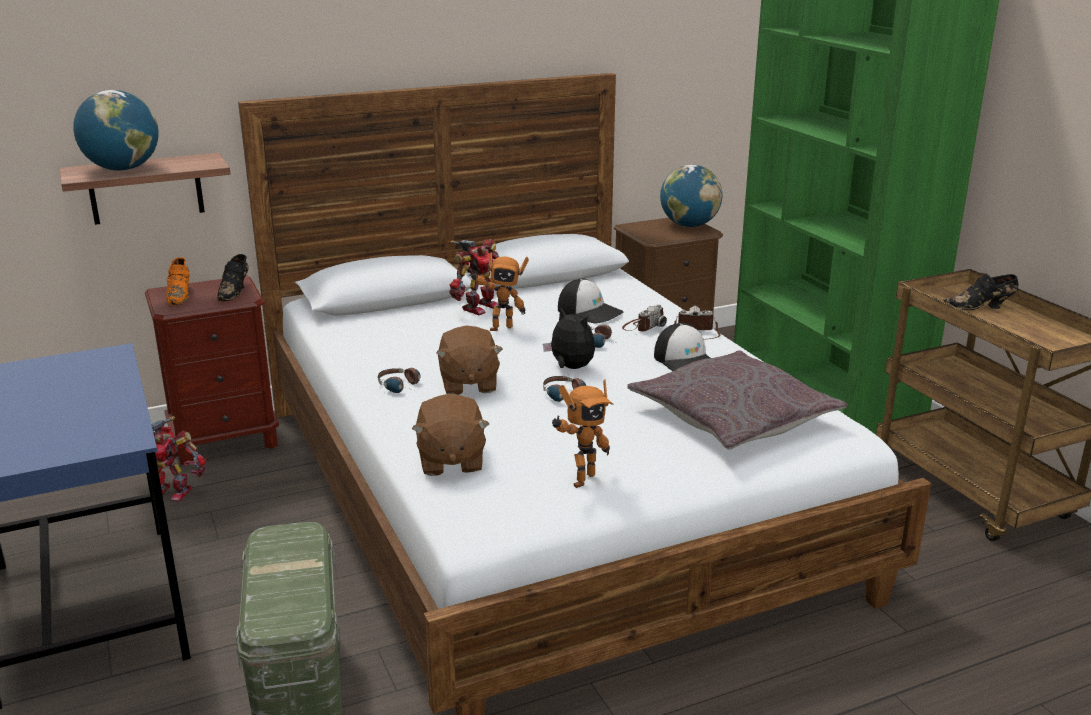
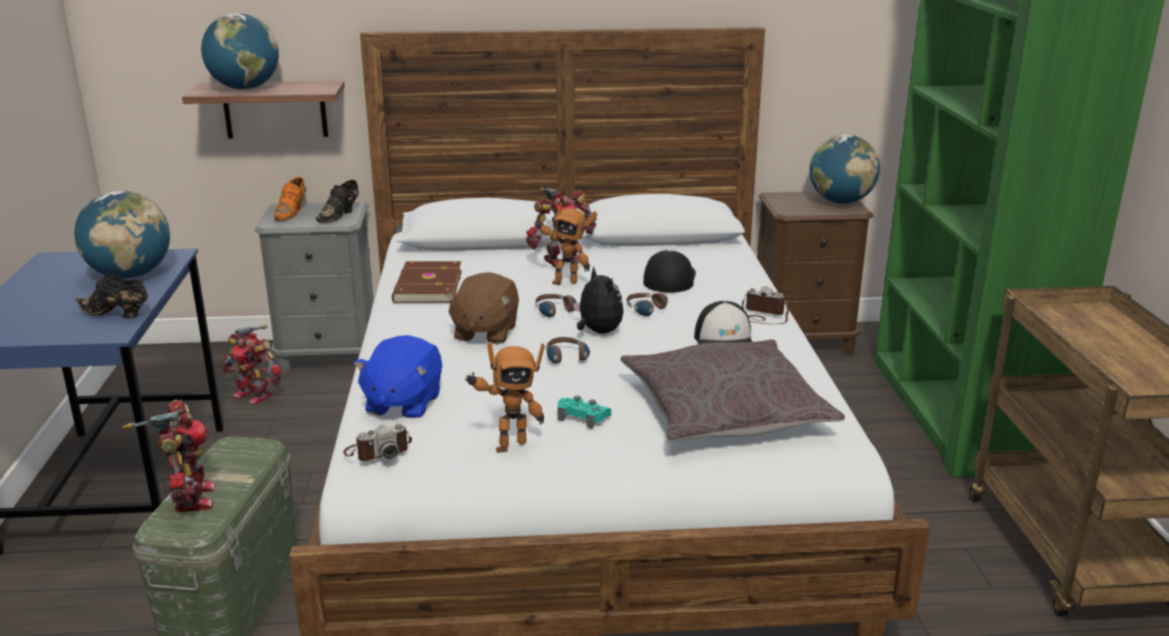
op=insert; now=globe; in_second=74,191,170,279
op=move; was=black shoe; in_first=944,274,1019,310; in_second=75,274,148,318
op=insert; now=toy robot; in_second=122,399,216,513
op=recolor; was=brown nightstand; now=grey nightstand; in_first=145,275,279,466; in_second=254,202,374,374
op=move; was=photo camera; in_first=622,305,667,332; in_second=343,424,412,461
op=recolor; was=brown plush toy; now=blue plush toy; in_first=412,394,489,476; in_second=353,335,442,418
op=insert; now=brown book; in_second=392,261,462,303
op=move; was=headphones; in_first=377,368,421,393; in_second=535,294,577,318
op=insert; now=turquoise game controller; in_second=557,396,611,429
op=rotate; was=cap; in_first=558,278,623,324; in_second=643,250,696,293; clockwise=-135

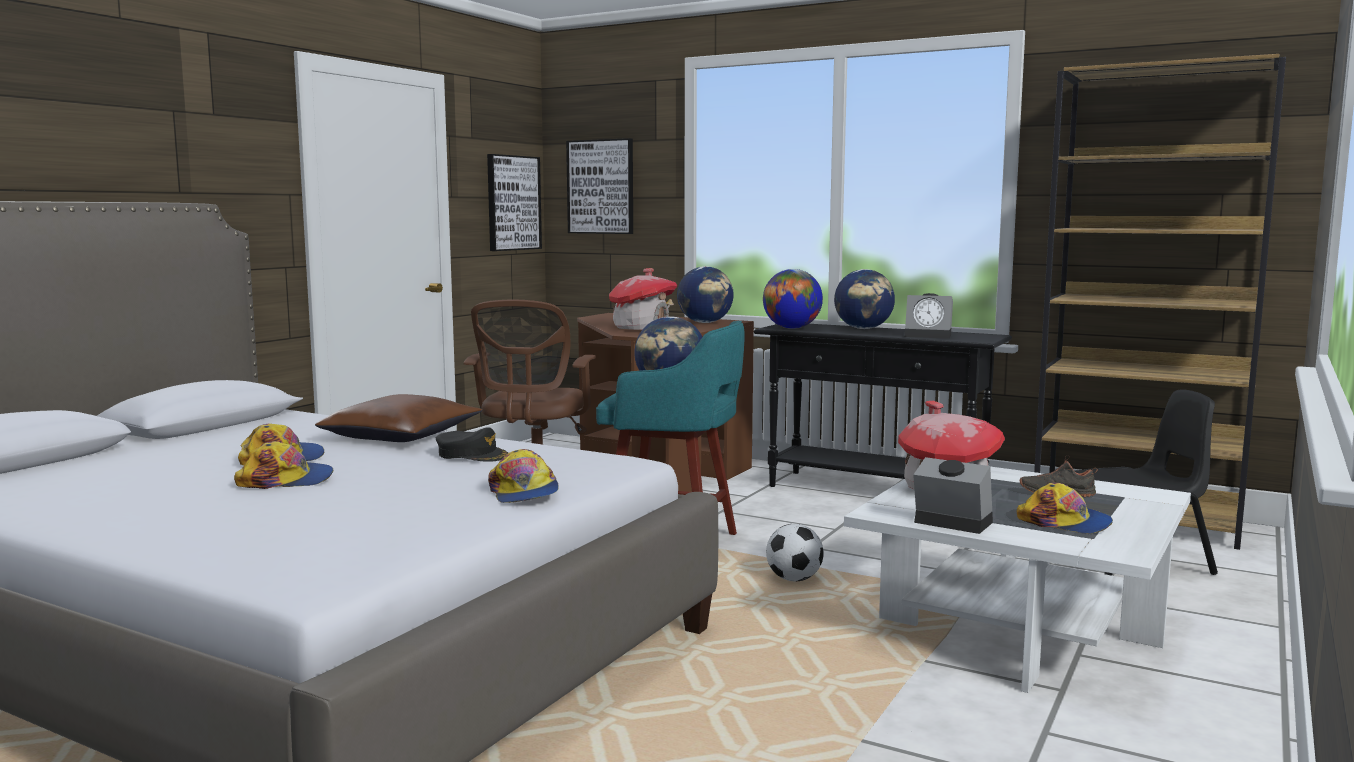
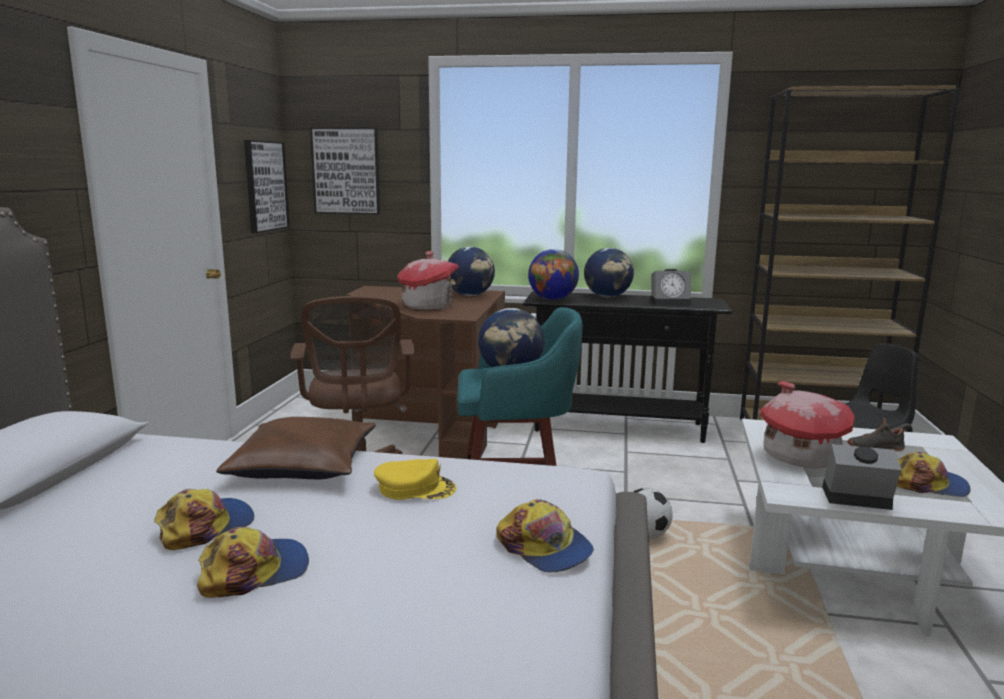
op=recolor; was=black cap; now=yellow cap; in_first=436,427,508,462; in_second=374,459,456,500

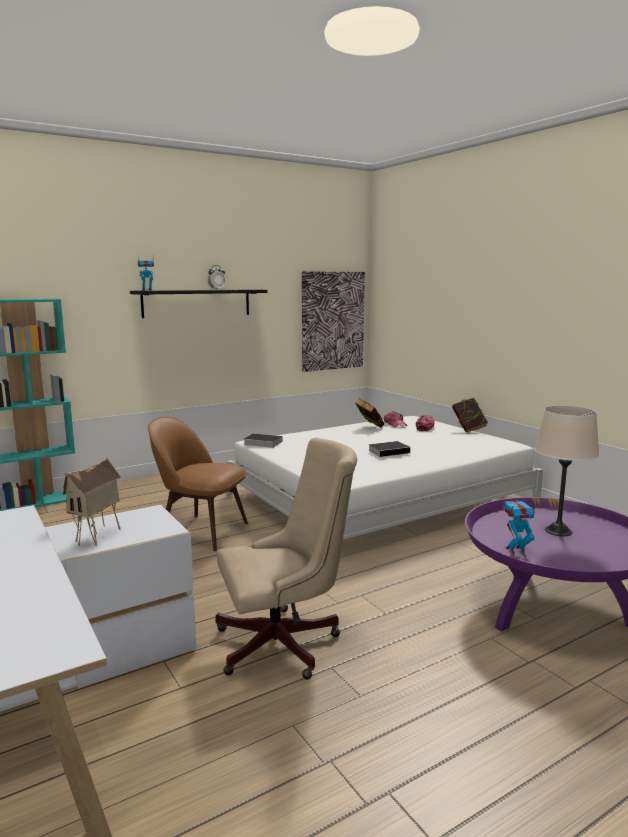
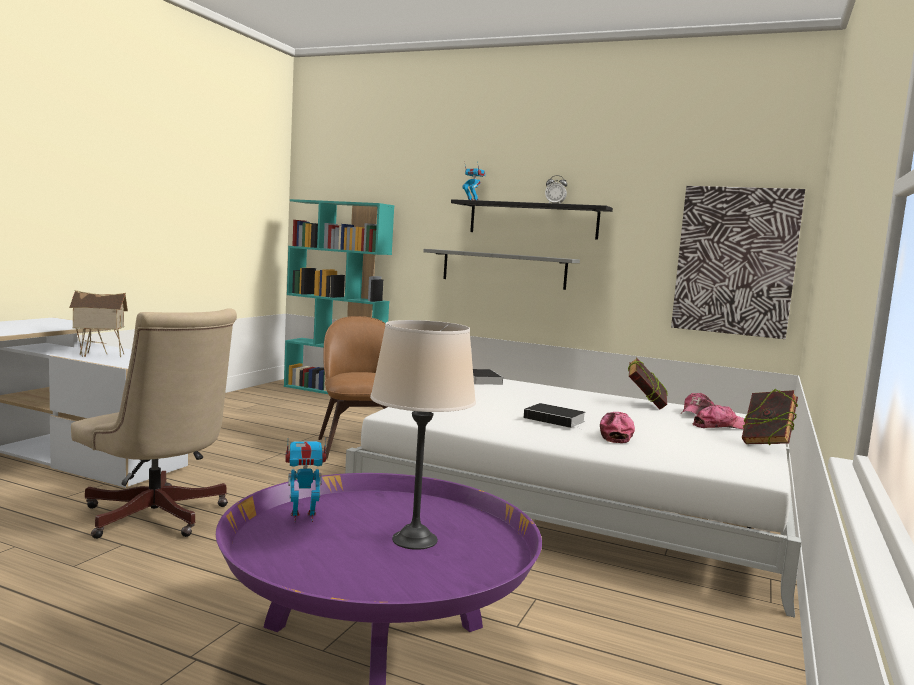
op=rotate; was=toy robot; in_first=502,500,538,554; in_second=285,437,326,523; clockwise=-60
op=insert; now=grey shelf; in_second=423,249,580,290
op=insert; now=cap; in_second=600,412,635,443

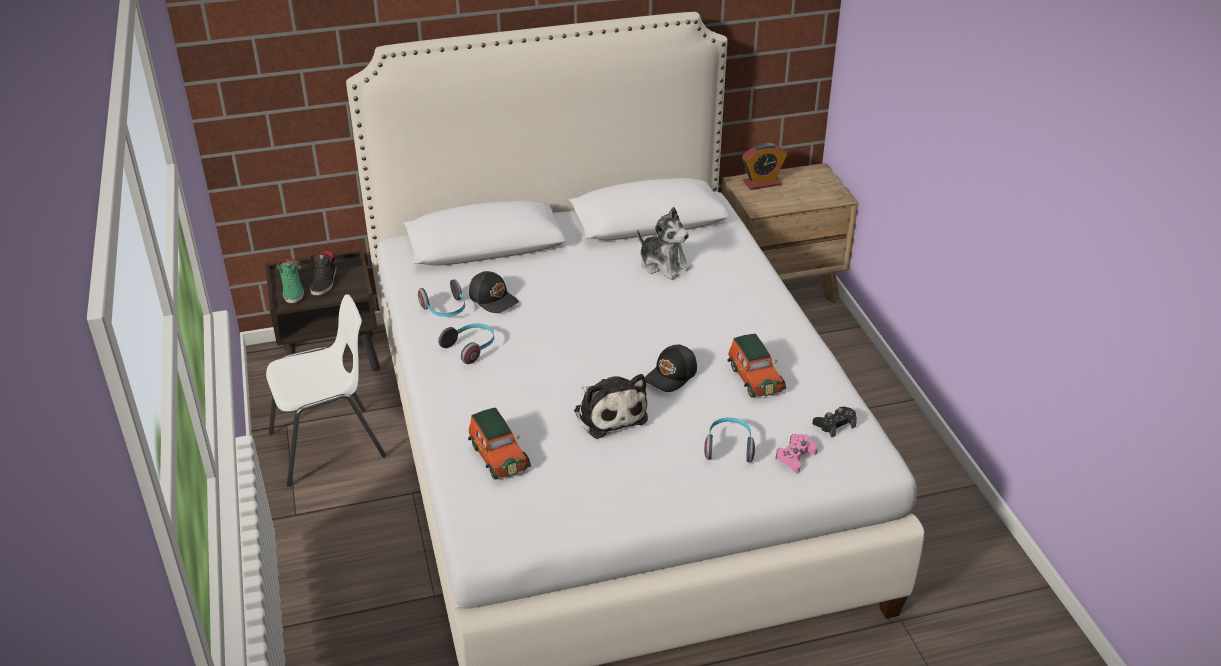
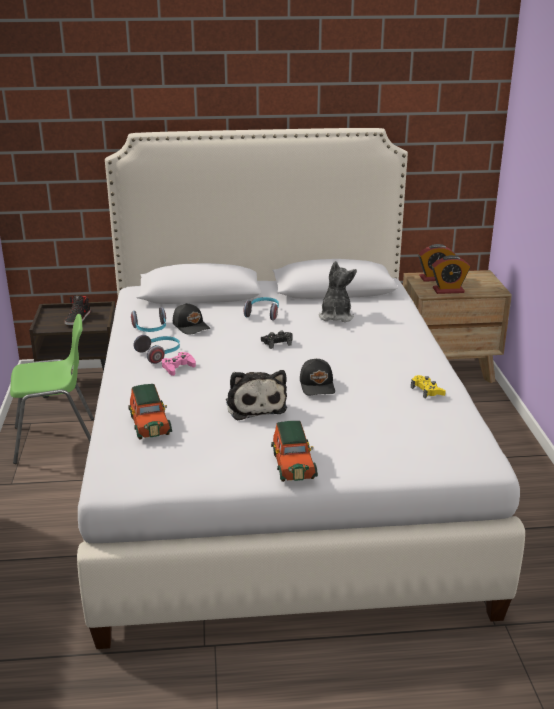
op=recolor; was=white chair; now=green chair; in_first=266,294,386,487; in_second=10,314,94,464
op=move; was=pink game controller; in_first=776,433,818,473; in_second=162,352,196,376
op=move; was=headphones; in_first=704,417,755,463; in_second=243,297,279,320
op=move; was=black game controller; in_first=812,406,857,437; in_second=261,331,293,349
op=move; was=toy car; in_first=728,334,786,398; in_second=271,421,318,482
op=rotate; was=black cap; in_first=645,345,697,392; in_second=300,358,335,396; clockwise=-60
op=rotate; was=plush toy; in_first=637,207,692,280; in_second=318,261,357,322; clockwise=-135
op=insert; now=yellow game controller; in_second=411,375,446,399
op=insert; now=alarm clock; in_second=432,255,470,294
op=delete; was=green shoe; in_first=276,259,304,303

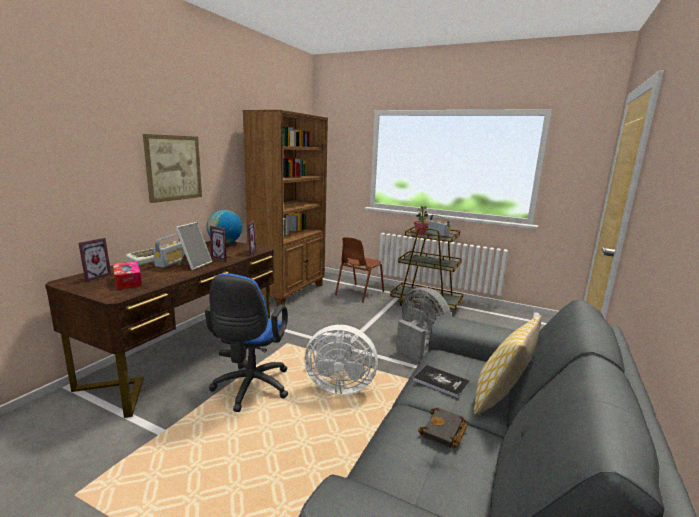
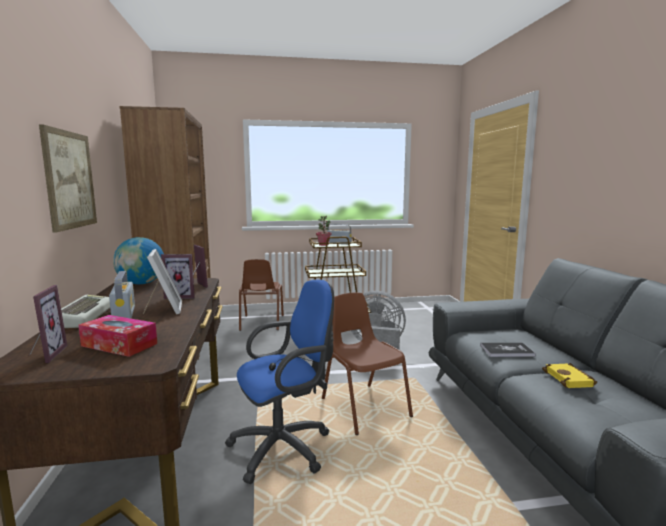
op=rotate; was=blue office chair; in_first=205,273,288,412; in_second=225,280,334,484; clockwise=-90
op=replace; was=white fan; now=brown chair; in_first=304,325,378,395; in_second=322,292,413,435
op=recolor; was=black book; now=yellow book; in_first=418,407,468,449; in_second=542,363,597,388
op=delete; was=pillow; in_first=474,315,542,415

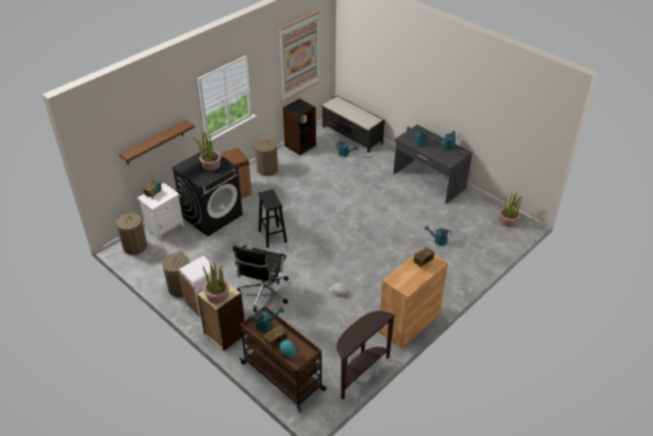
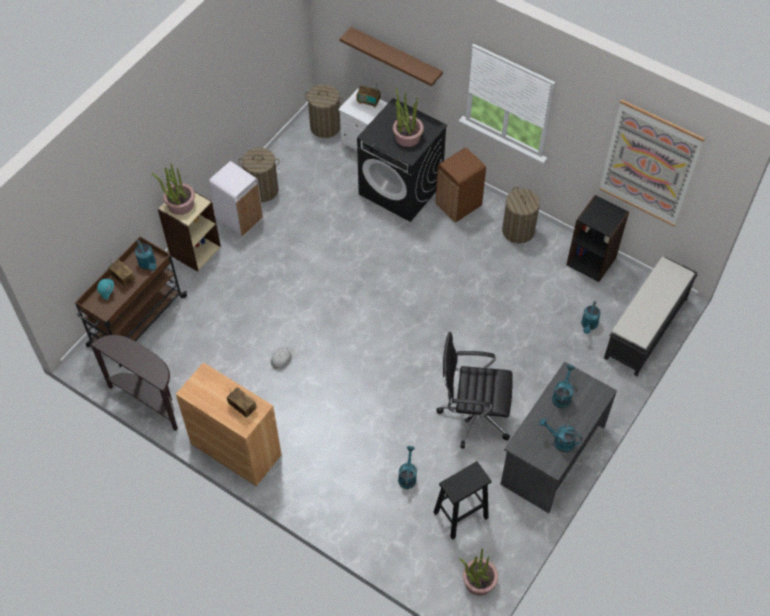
op=move; was=black stool; in_first=258,189,287,248; in_second=433,461,491,540
op=move; was=black office chair; in_first=233,245,289,312; in_second=436,332,513,448

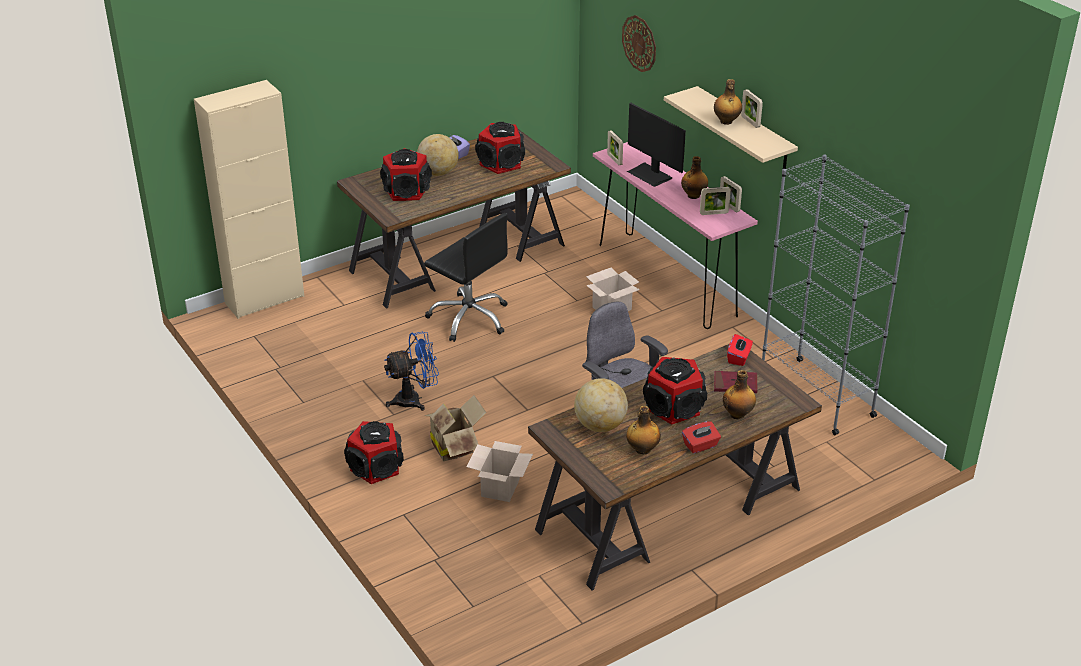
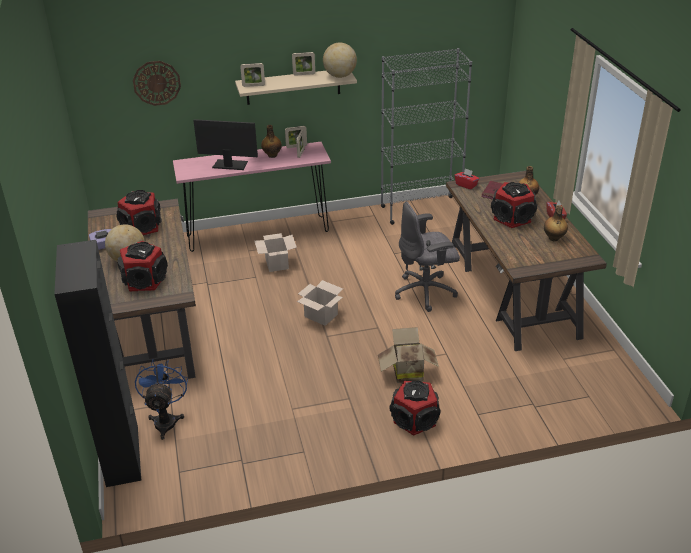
op=recolor; was=beige cabinet; now=black cabinet; in_first=194,80,304,319; in_second=54,240,141,487
op=move; was=blue fan; in_first=384,332,439,411; in_second=135,359,188,440
op=rotate; was=monitor; in_first=627,103,686,187; in_second=193,119,258,170; clockwise=-150
op=move; was=picture frame; in_first=607,130,623,165; in_second=240,63,265,87
op=move; was=cardboard box; in_first=467,441,533,502; in_second=297,280,343,326
op=move; was=globe; in_first=574,378,628,432; in_second=323,42,357,78
op=delete; was=black office chair; in_first=424,213,508,342
op=delete; was=bottle; in_first=714,79,742,125

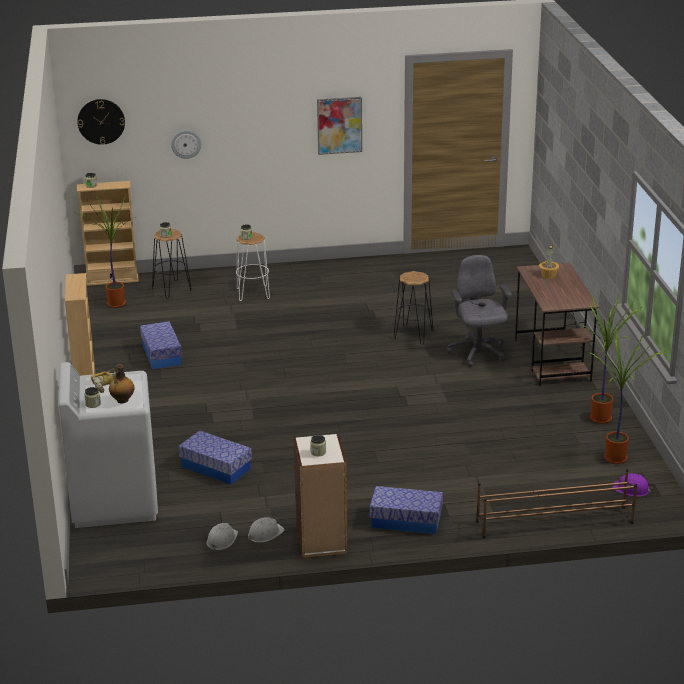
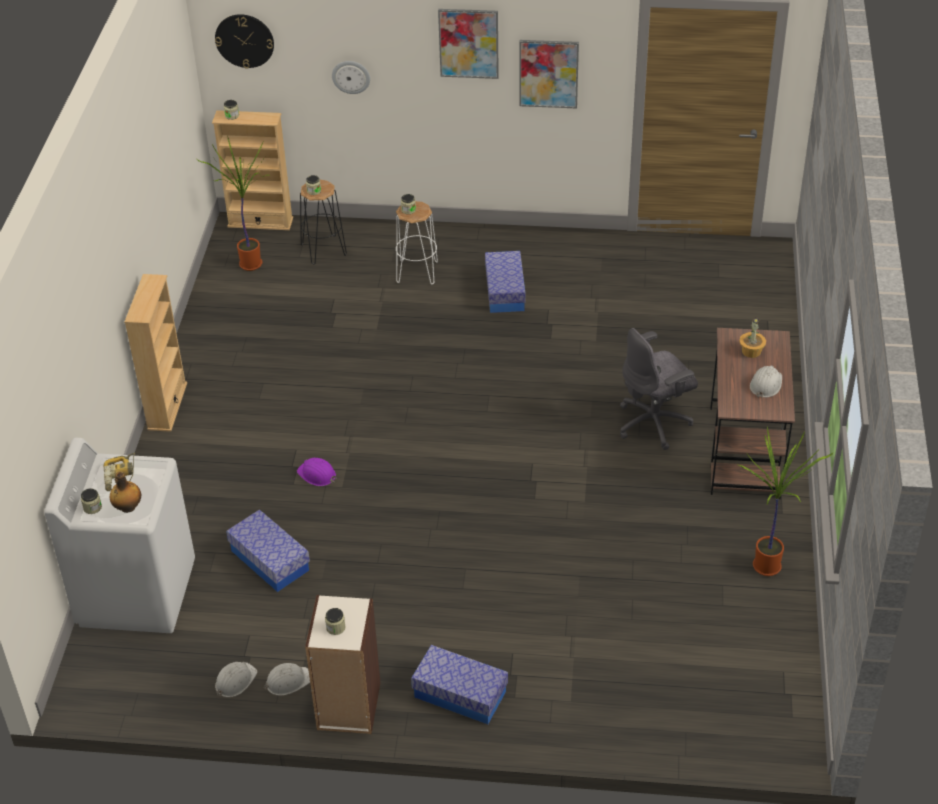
op=move; was=purple hard hat; in_first=612,473,652,497; in_second=297,458,337,486
op=insert; now=picture; in_second=438,9,499,79
op=move; was=storage box; in_first=140,321,182,369; in_second=485,251,526,313
op=rotate; was=grey office chair; in_first=447,255,512,367; in_second=620,328,698,450; clockwise=-120
op=insert; now=white hard hat; in_second=750,366,782,398
op=delete; was=black stool; in_first=394,271,434,345
op=delete; was=brown shoe rack; in_first=476,469,637,538
op=delete; was=potted plant; in_first=589,328,666,464

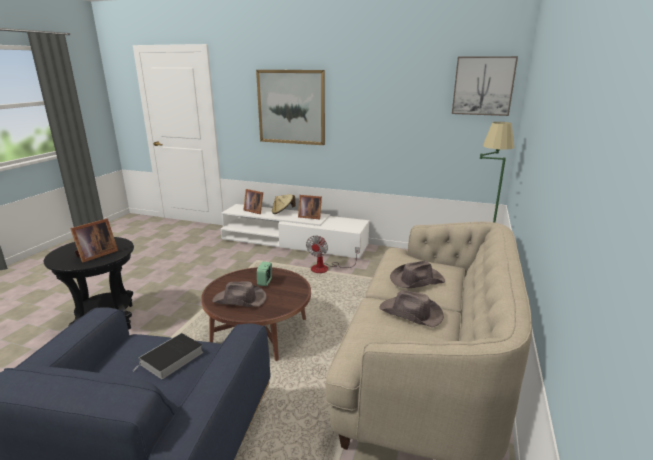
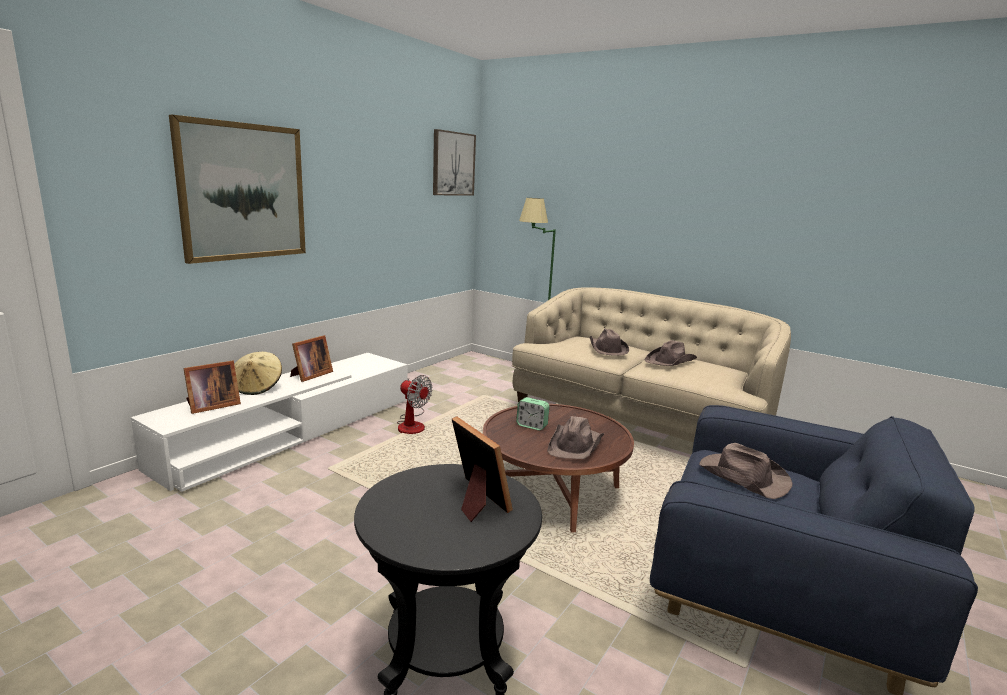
op=replace; was=book; now=brown hat; in_first=133,333,203,379; in_second=699,443,793,499

